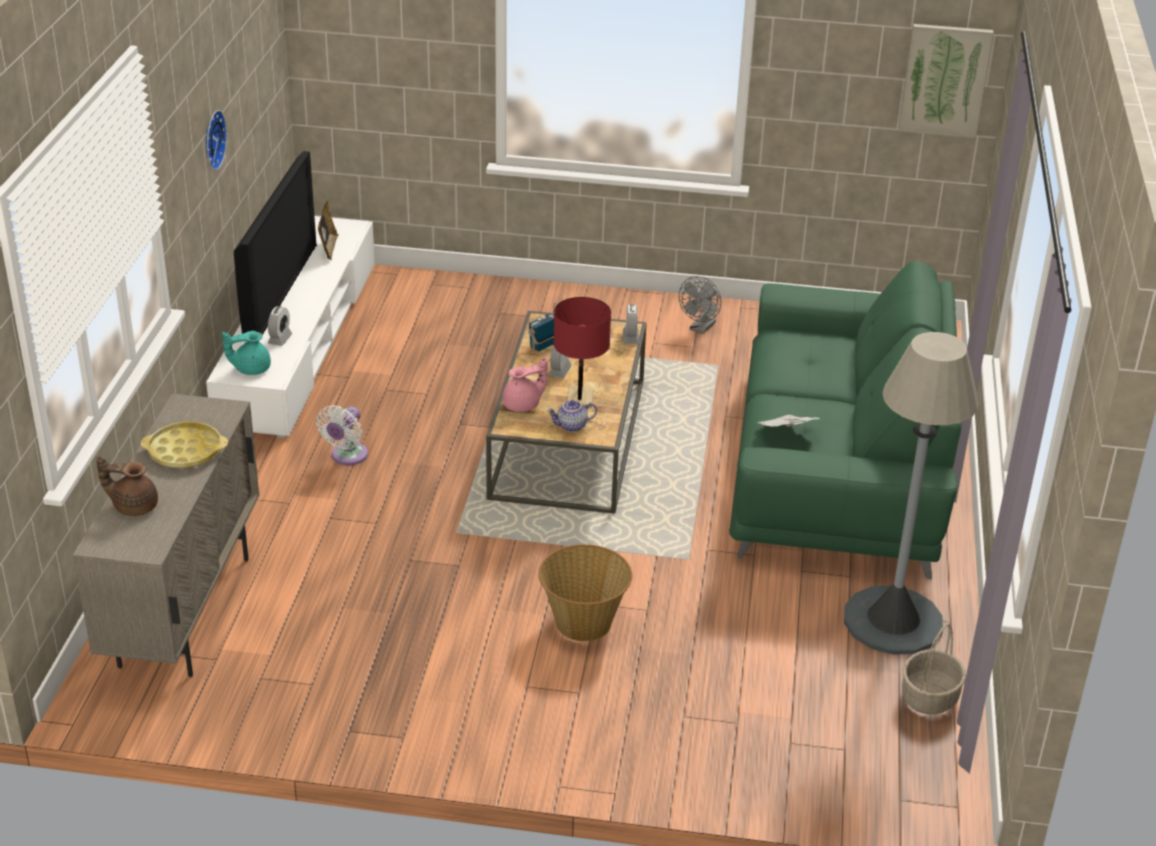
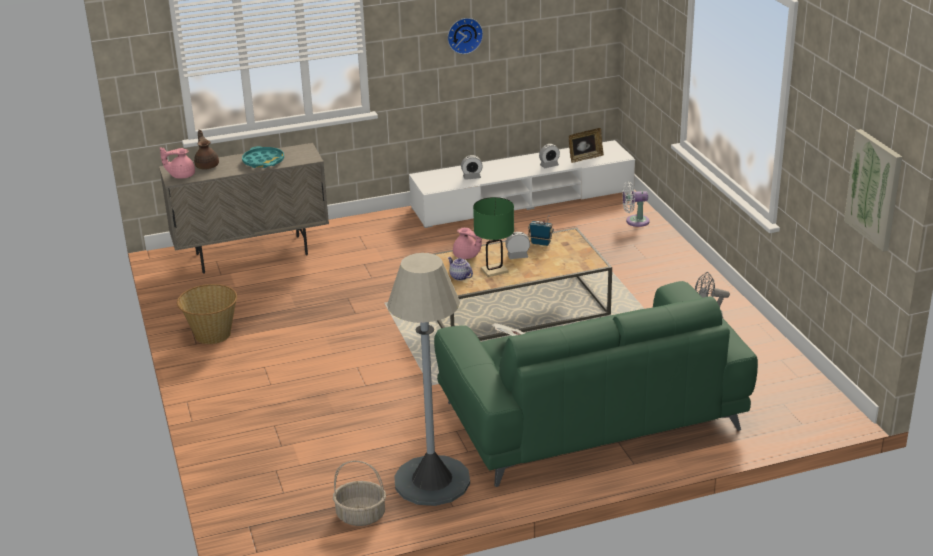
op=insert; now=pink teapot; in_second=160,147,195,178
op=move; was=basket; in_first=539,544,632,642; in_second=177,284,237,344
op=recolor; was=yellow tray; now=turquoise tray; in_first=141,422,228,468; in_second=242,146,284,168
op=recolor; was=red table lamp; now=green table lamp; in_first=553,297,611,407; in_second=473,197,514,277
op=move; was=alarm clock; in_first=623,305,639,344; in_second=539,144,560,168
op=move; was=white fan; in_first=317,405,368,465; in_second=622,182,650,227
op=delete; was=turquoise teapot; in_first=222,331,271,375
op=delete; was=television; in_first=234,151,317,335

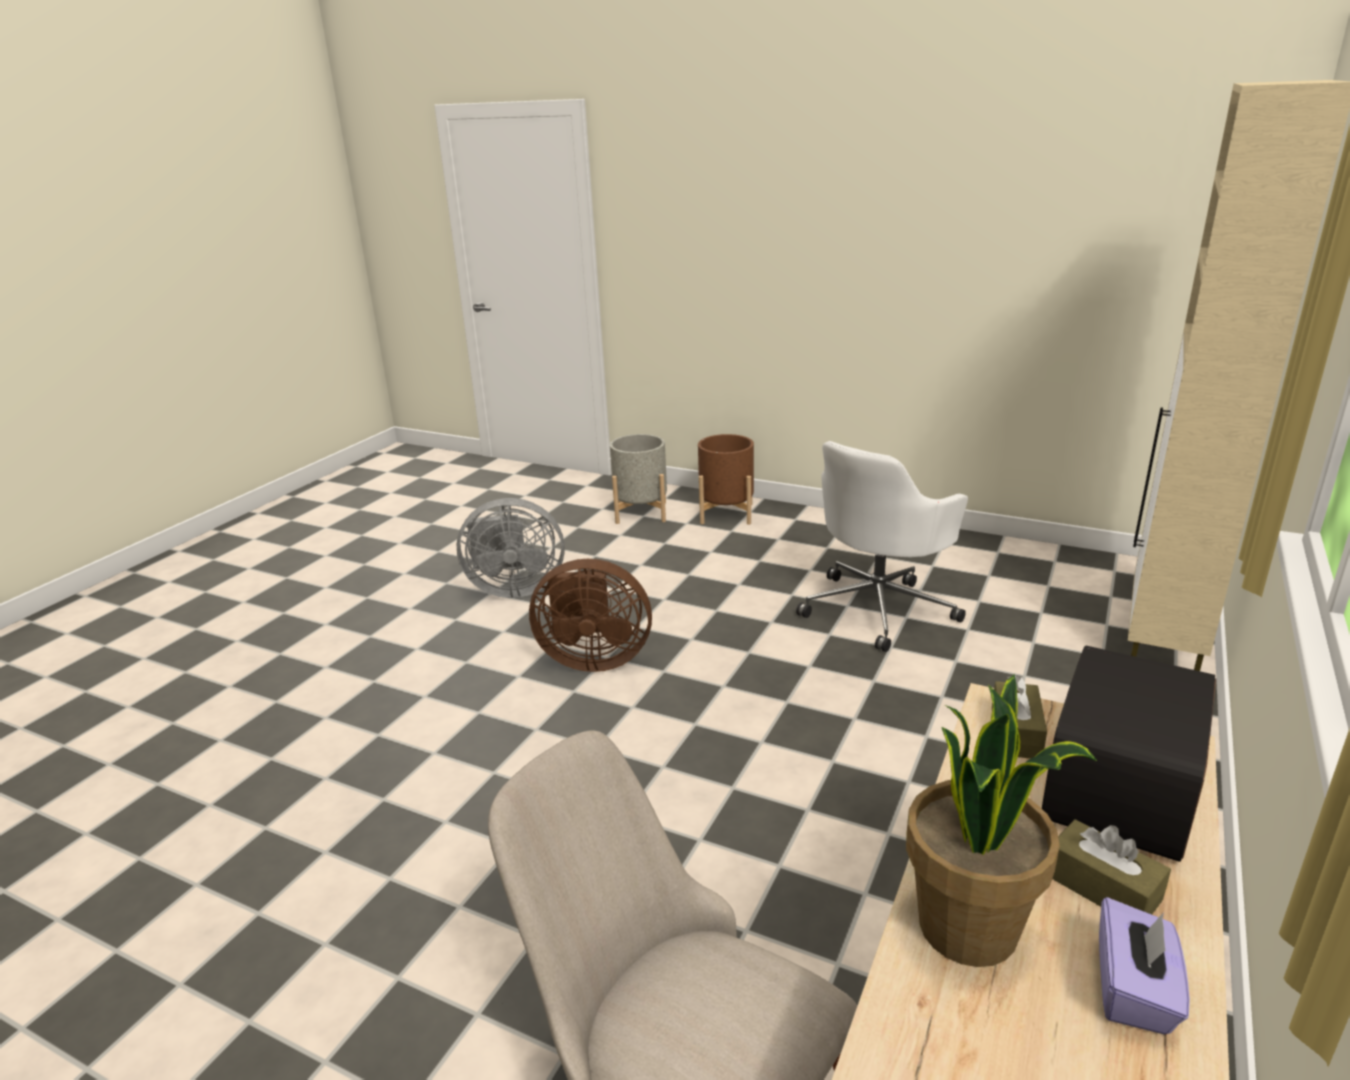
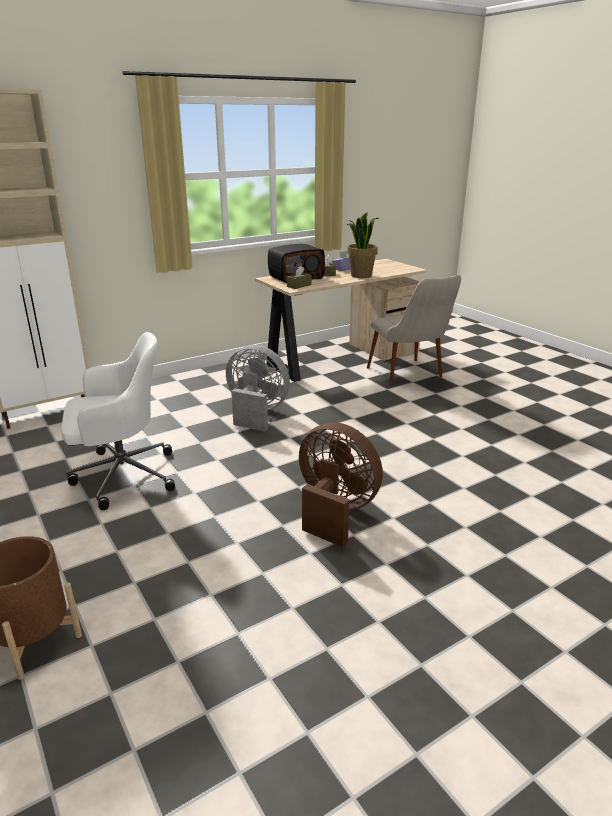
op=move; was=grey fan; in_first=457,498,565,598; in_second=226,345,290,432
op=delete; was=grey planter; in_first=610,434,667,524

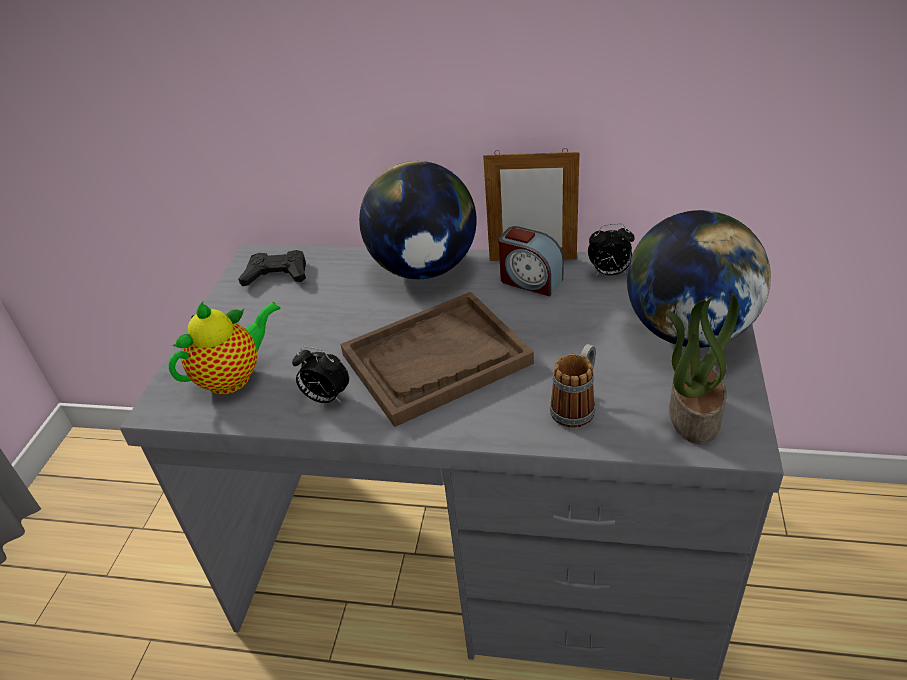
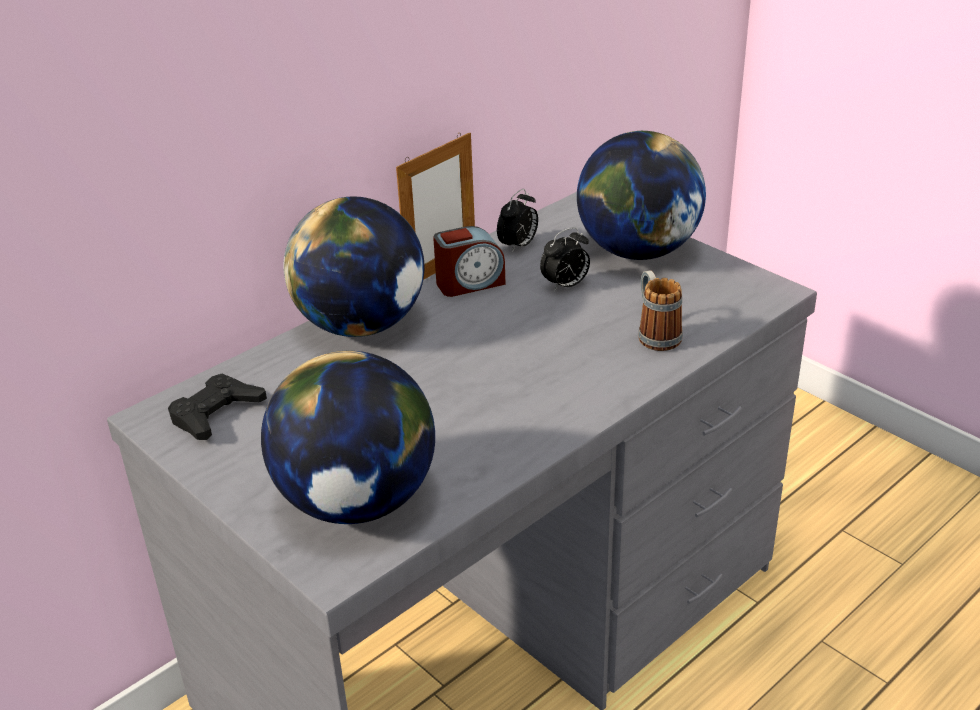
op=replace; was=teapot; now=globe; in_first=169,301,281,395; in_second=261,351,435,524
op=move; was=alarm clock; in_first=292,347,349,403; in_second=540,227,590,291
op=delete; was=brown tray; in_first=340,292,534,427
op=delete; was=potted plant; in_first=666,294,739,444

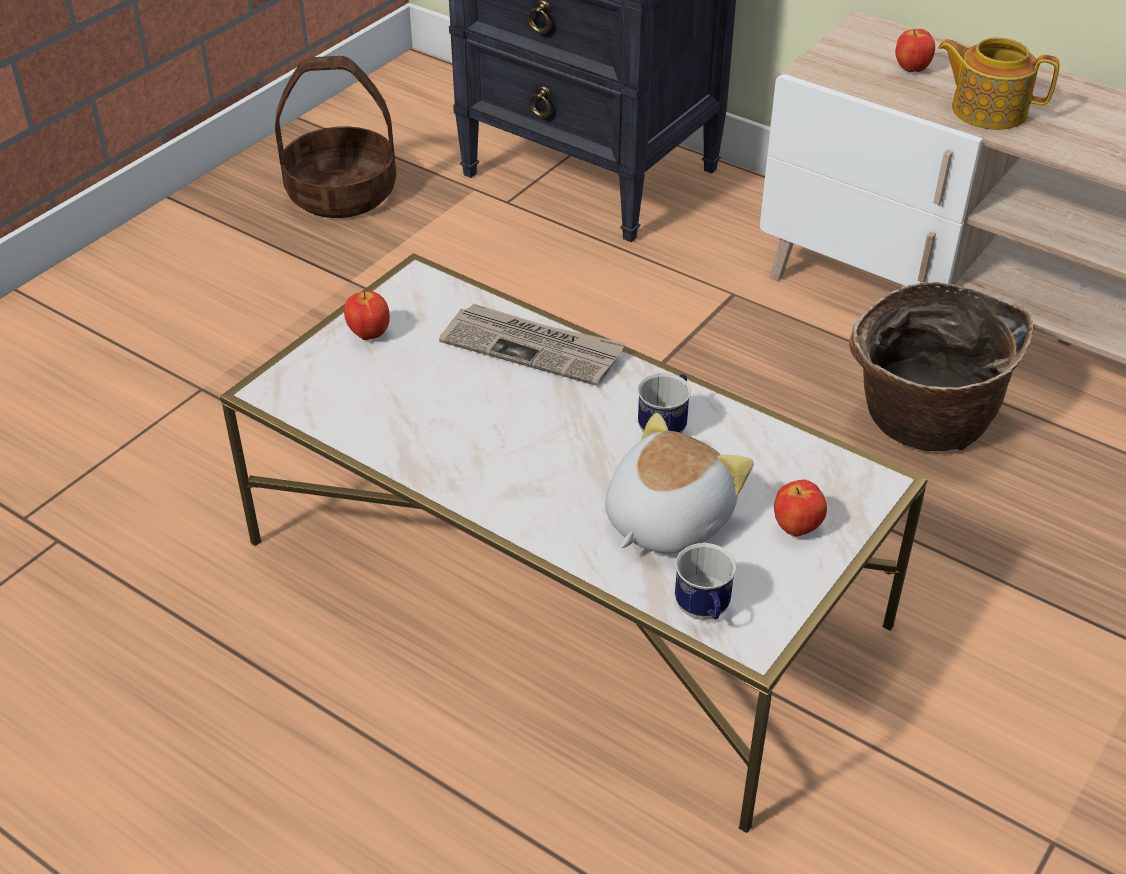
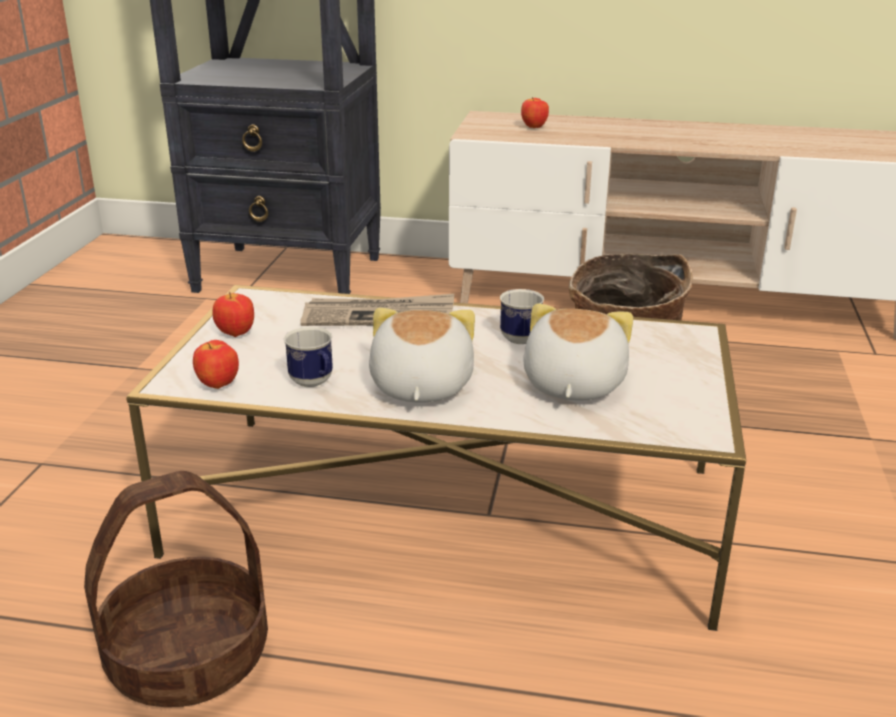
op=move; was=basket; in_first=275,56,396,218; in_second=84,471,268,707
op=move; was=apple; in_first=774,480,827,536; in_second=193,340,239,389
op=move; was=mug; in_first=675,543,737,620; in_second=284,327,333,387
op=insert; now=plush toy; in_second=369,308,475,403
op=delete; was=teapot; in_first=938,37,1060,130

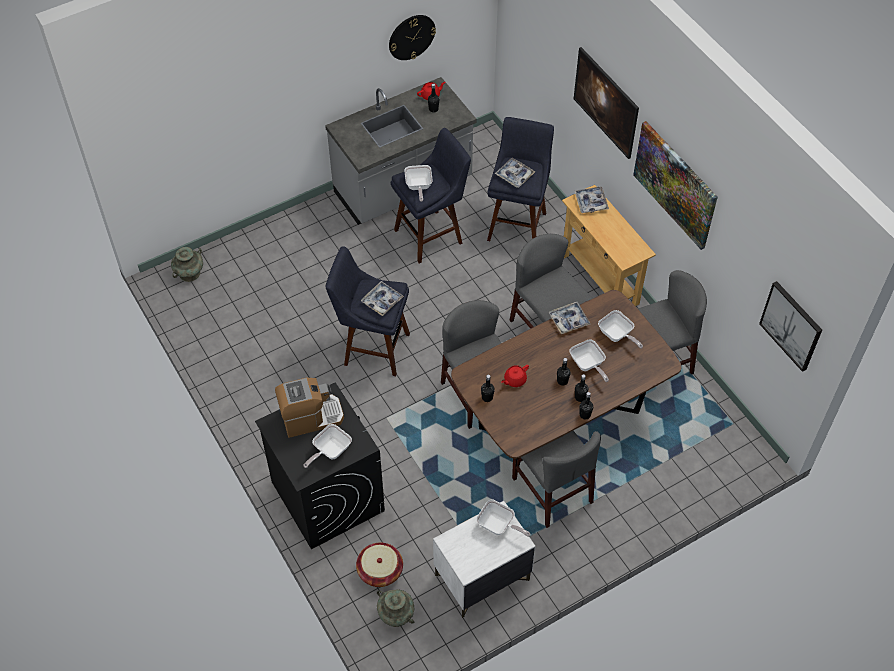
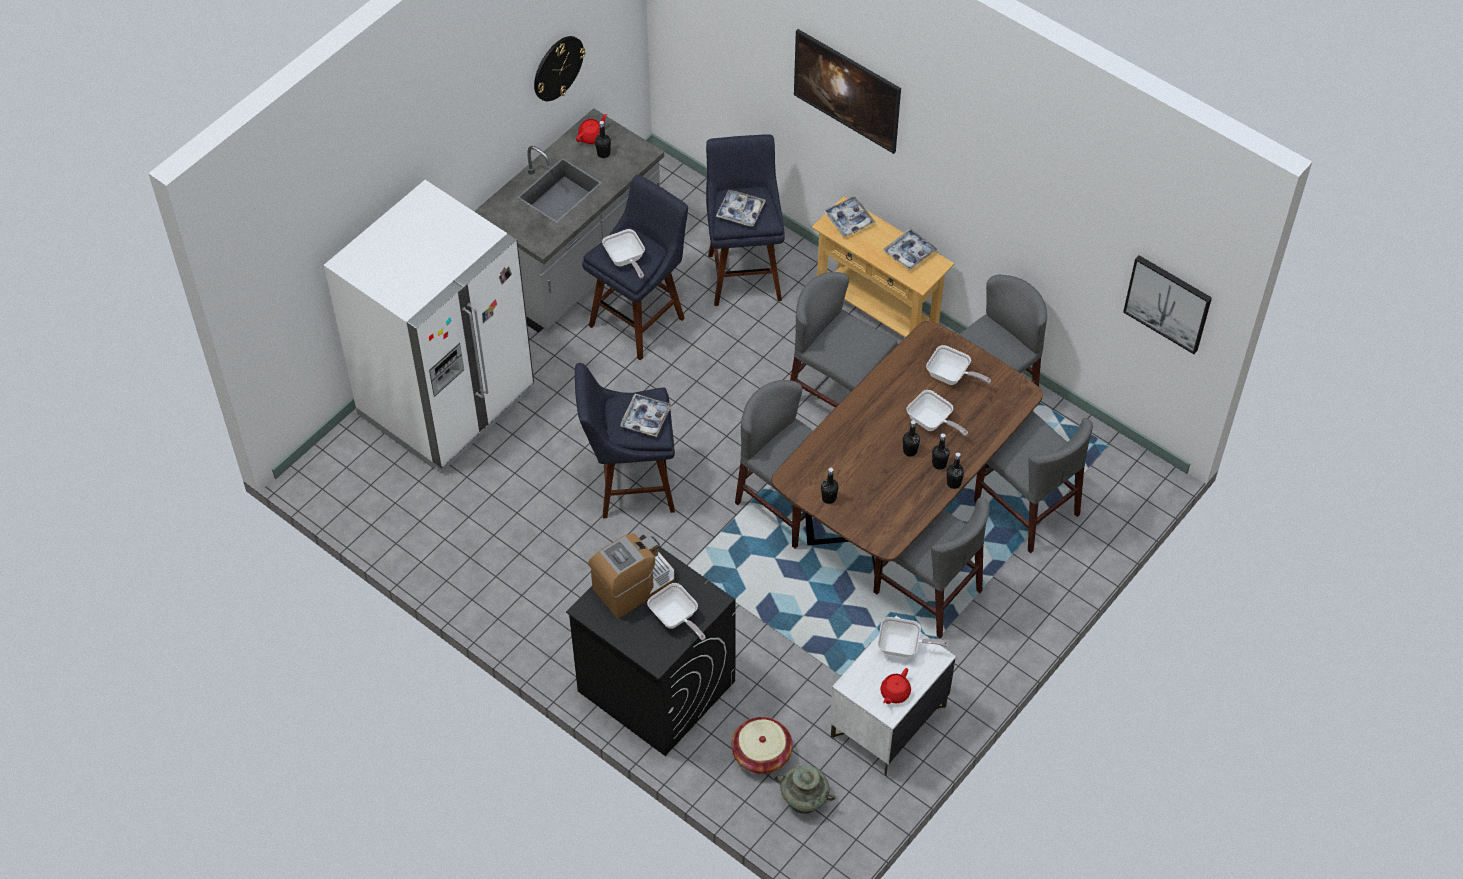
op=insert; now=white fridge; in_second=324,180,534,472
op=rotate; was=frying pan; in_first=303,424,352,468; in_second=647,583,706,641; clockwise=-60
op=move; was=red teapot; in_first=501,365,529,387; in_second=880,668,911,704
op=move; was=tray; in_first=548,302,590,334; in_second=883,228,938,271
op=insert; now=grey chair; in_second=974,411,1093,553
op=delete; was=turquoise vase; in_first=171,247,203,282
op=delete; was=picture; in_first=633,121,718,250

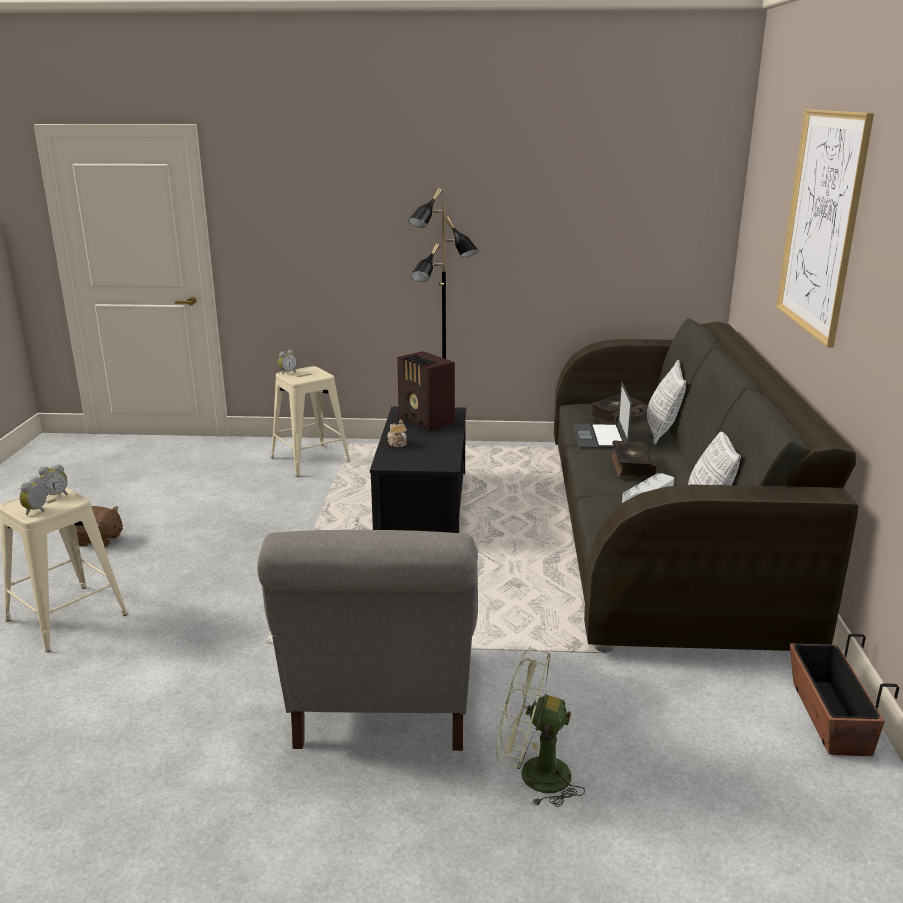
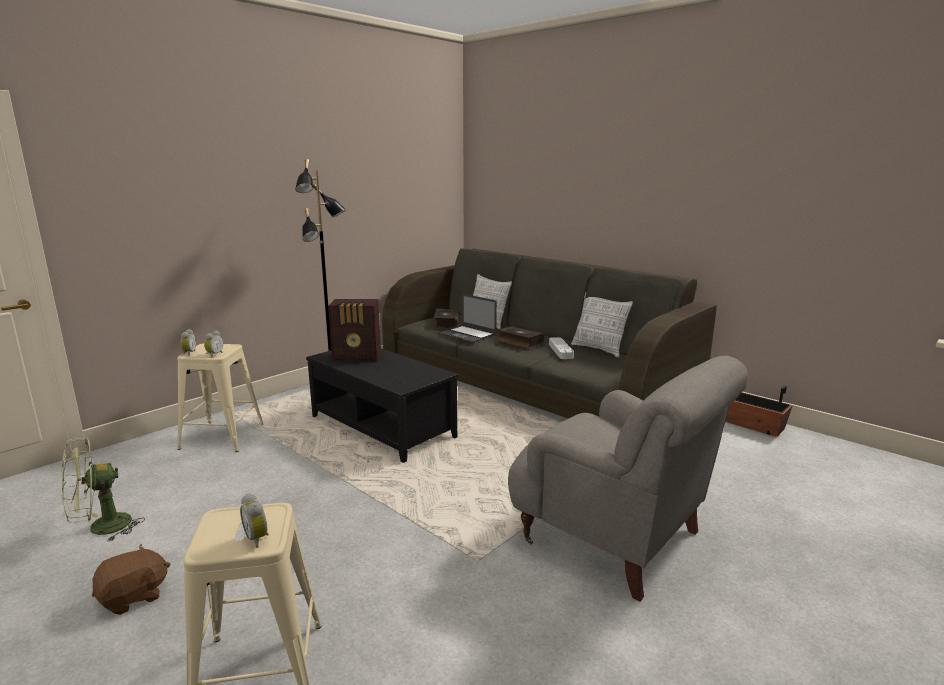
op=move; was=green fan; in_first=496,648,585,807; in_second=62,436,145,542
op=move; was=alarm clock; in_first=38,464,68,495; in_second=204,330,223,357
op=delete; was=teapot; in_first=387,420,407,447
op=delete; was=picture; in_first=776,109,874,347

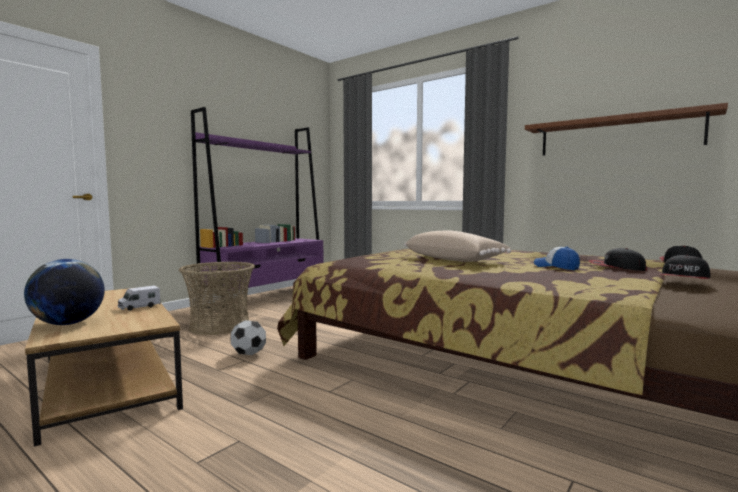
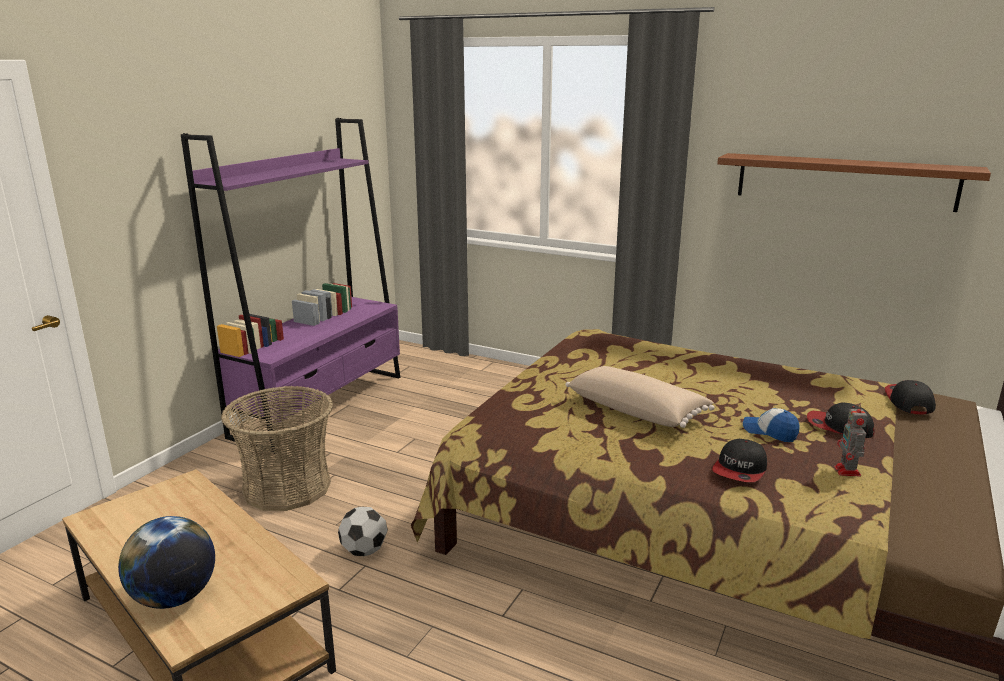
op=move; was=cap; in_first=659,255,711,279; in_second=712,439,767,482
op=insert; now=toy robot; in_second=834,403,868,477
op=delete; was=toy truck; in_first=118,286,161,311

